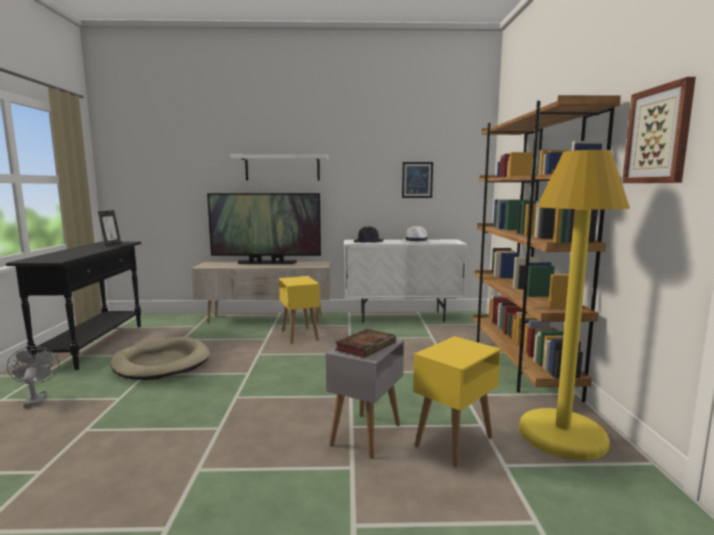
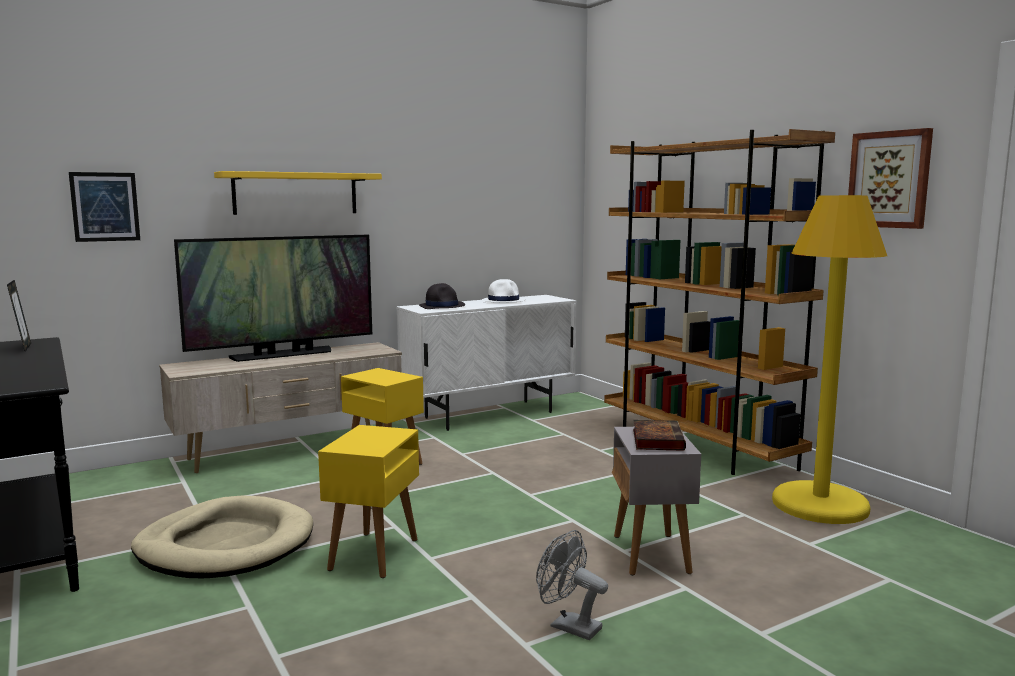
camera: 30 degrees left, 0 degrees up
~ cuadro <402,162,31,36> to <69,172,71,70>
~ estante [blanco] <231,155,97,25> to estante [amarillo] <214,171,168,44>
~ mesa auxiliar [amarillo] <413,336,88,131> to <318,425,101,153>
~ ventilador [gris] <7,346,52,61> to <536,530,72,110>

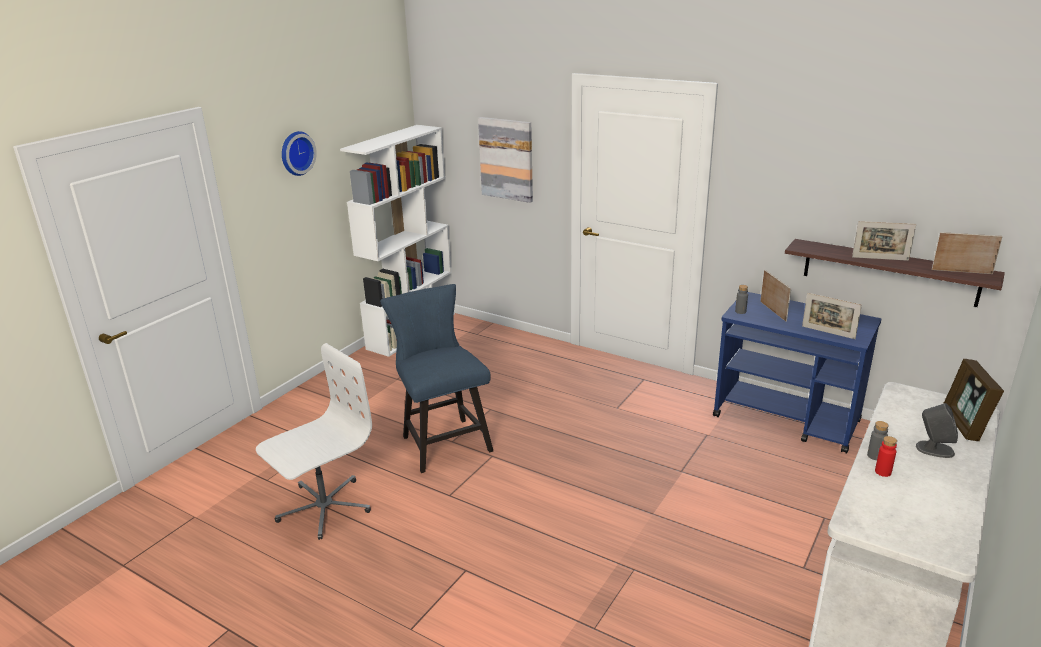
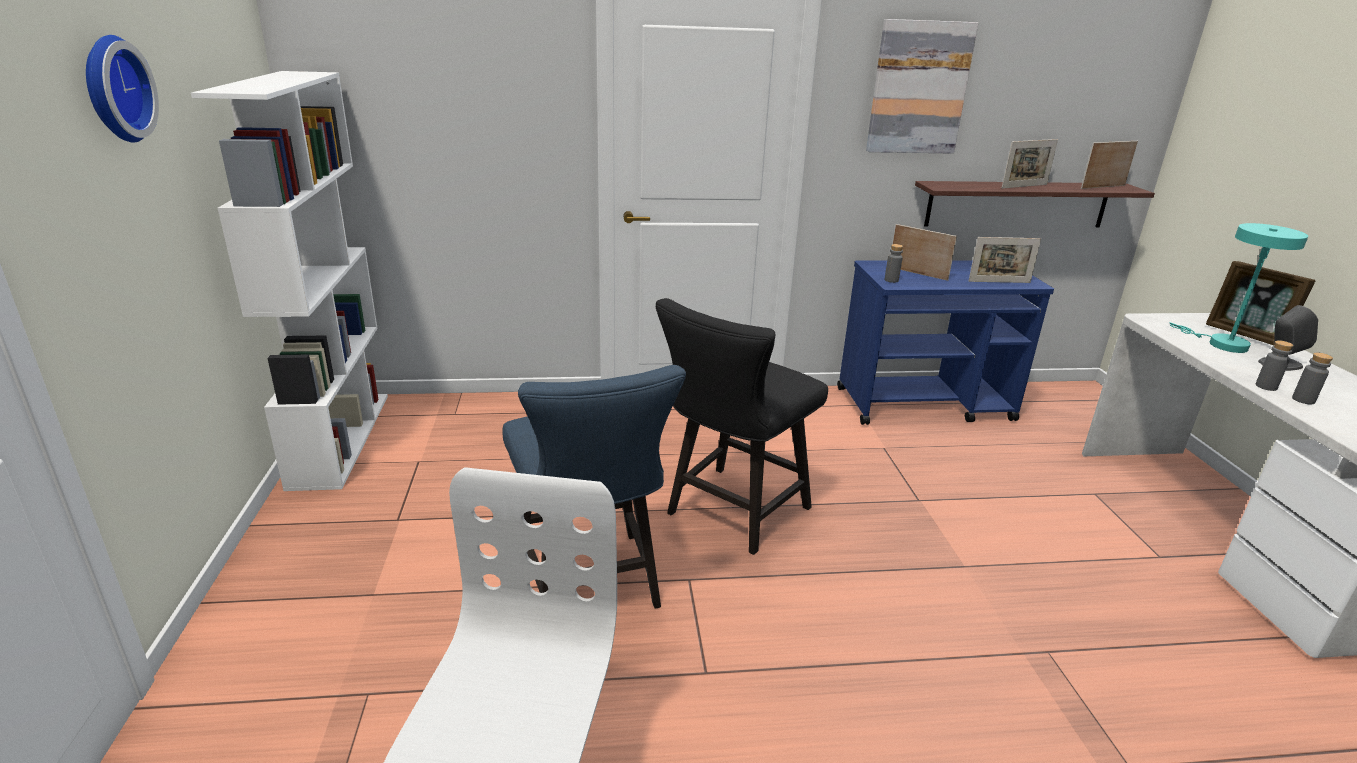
camera: 40 degrees left, 0 degrees up
~ silla [azul] <380,284,113,189> = <502,365,184,244> 135 degrees counterclockwise
+ silla [negro] <656,298,172,257>
~ cuadro <478,117,55,86> to <866,19,112,135>
+ lámpara de mesa [turquesa] <1169,223,139,130>
~ botella [rojo] <875,436,22,41> to botella [gris] <1292,353,41,51>

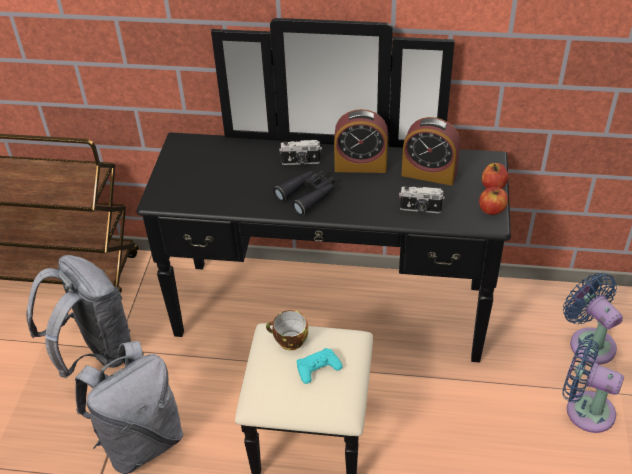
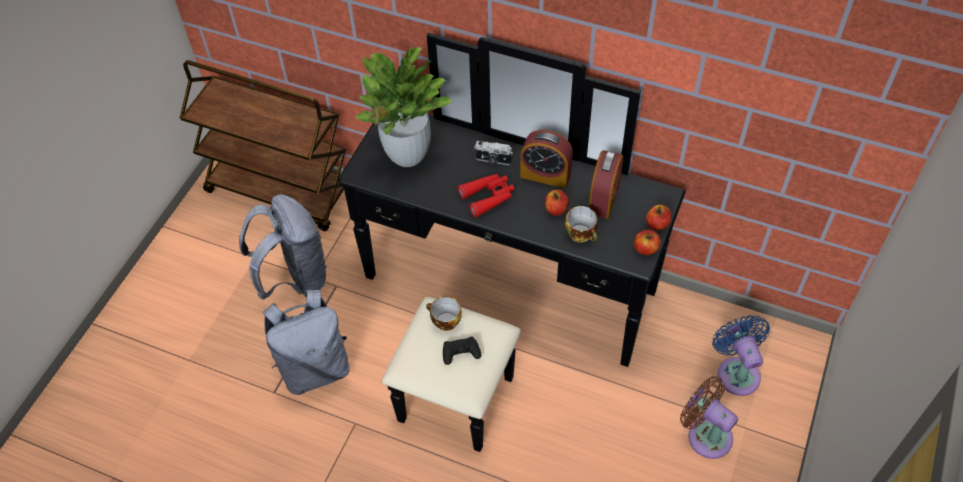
camera: 15 degrees right, 10 degrees up
+ planta en maceta <354,47,98,120>
~ mando de consola [turquesa] <296,348,47,36> to mando de consola [negro] <443,337,38,28>
~ prismáticos [negro] <273,170,62,46> to prismáticos [rojo] <457,173,58,45>
+ manzana <545,189,24,27>
~ cámara <399,186,46,27> to taza <565,206,33,36>
~ despertador <402,117,58,68> = <589,150,34,69> 105 degrees counterclockwise
~ ventilador [azul] <562,339,62,94> to ventilador [marrón] <680,376,58,83>

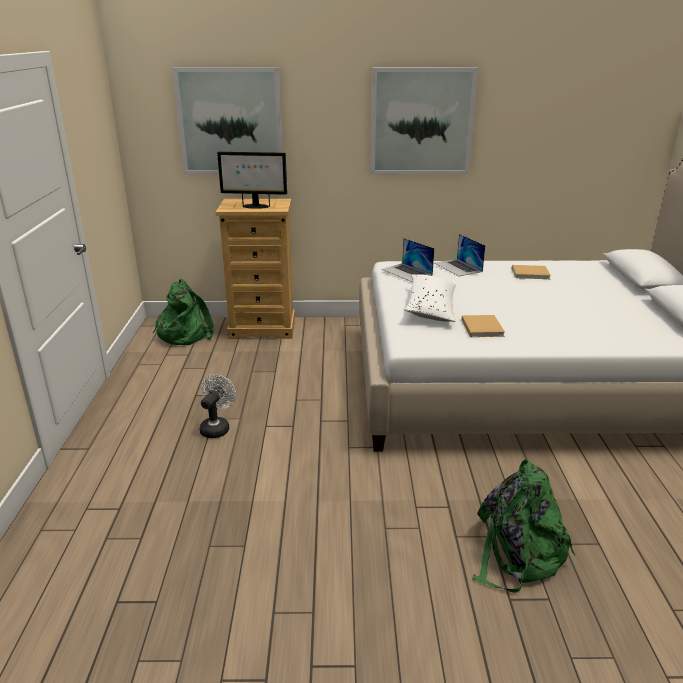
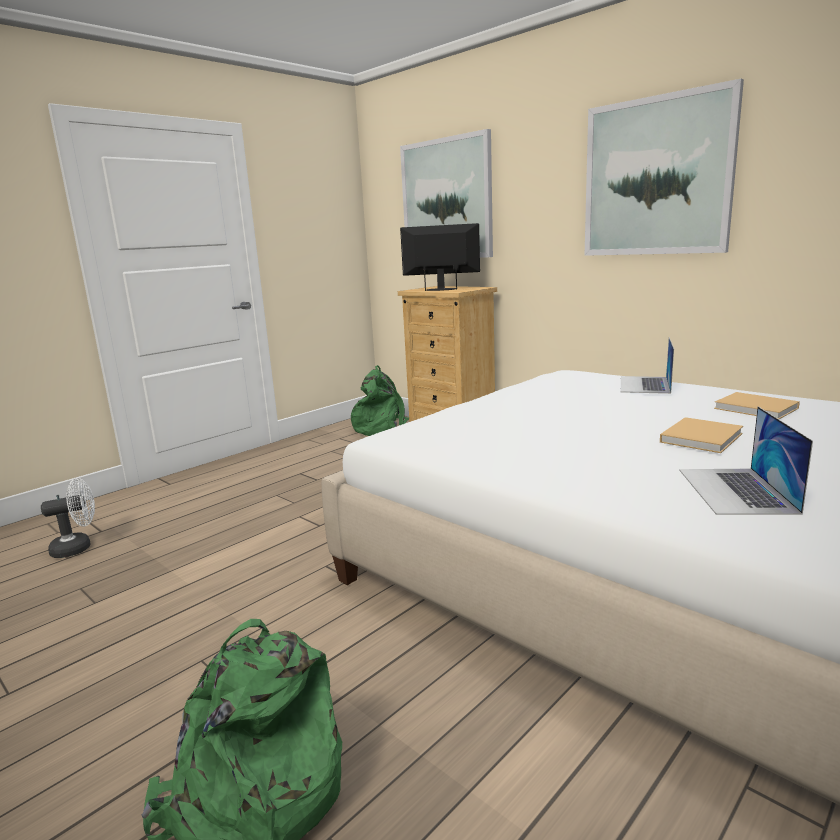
camera: 45 degrees right, 10 degrees down
~ ventilador [blanco] <200,374,36,64> to <41,478,54,80>
~ monitor <217,152,70,57> = <400,223,80,68> 135 degrees clockwise
~ libro [beis] <461,315,44,22> to <660,417,83,36>
~ portátil <381,238,54,44> to <679,407,134,108>
- cojín [blanco] <405,274,51,48>

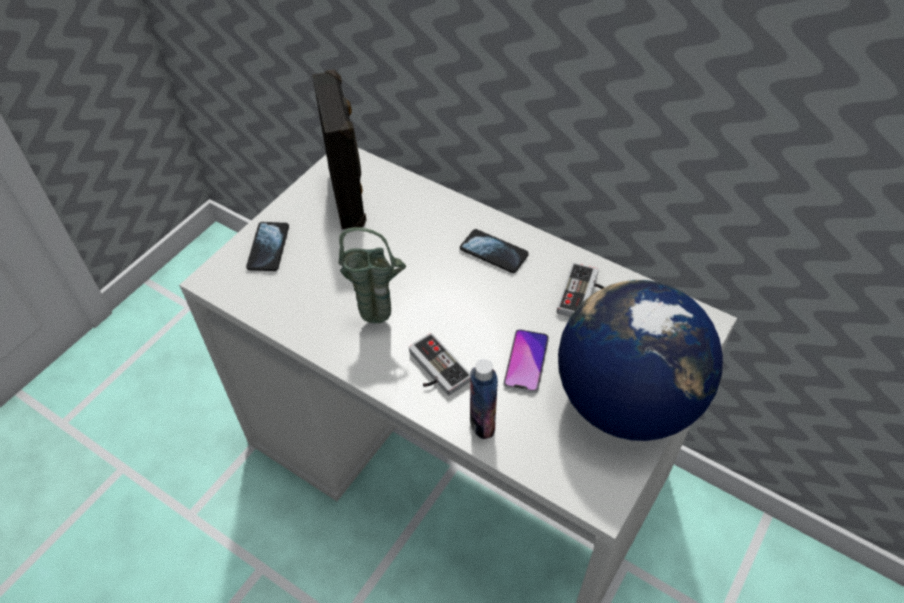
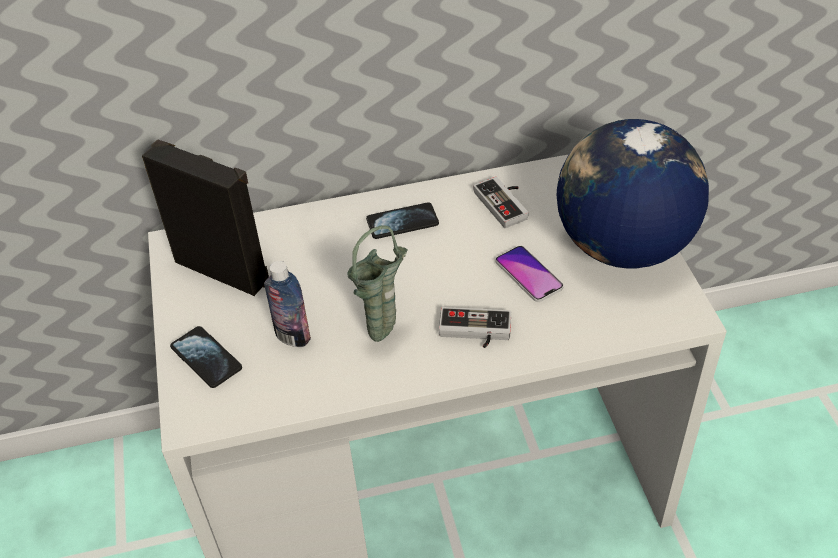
camera: 45 degrees left, 5 degrees down
~ botella <470,359,28,80> to <264,261,47,86>

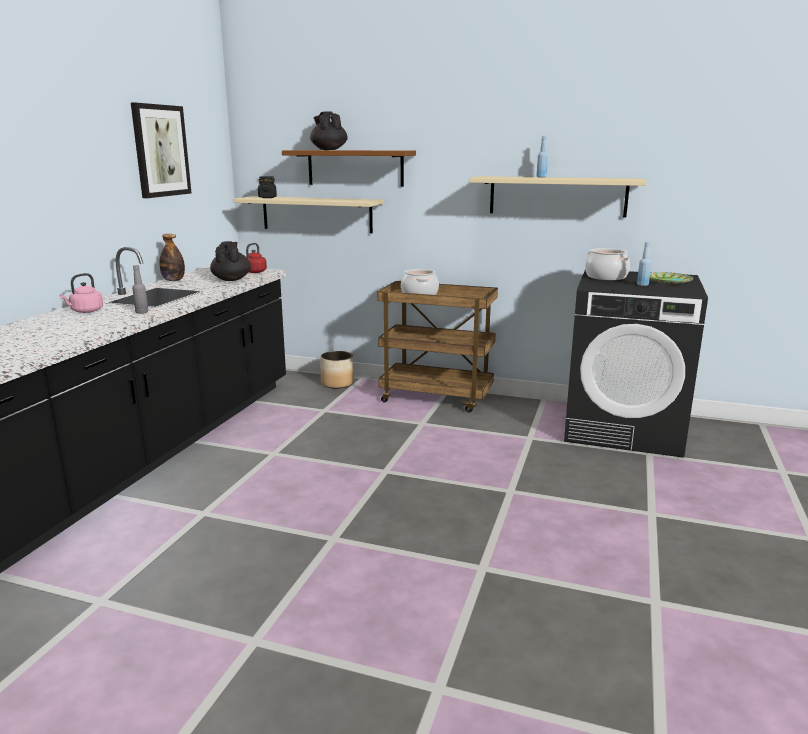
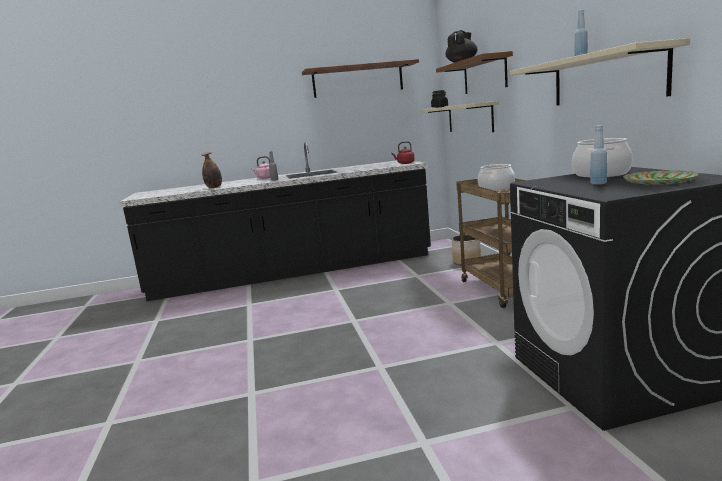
camera: 60 degrees right, 5 degrees down
~ botella <159,234,26,47> to <201,152,21,36>
~ cuadro <131,103,60,95> to estante [marrón] <302,59,117,39>
- tetera [negro] <210,241,41,40>

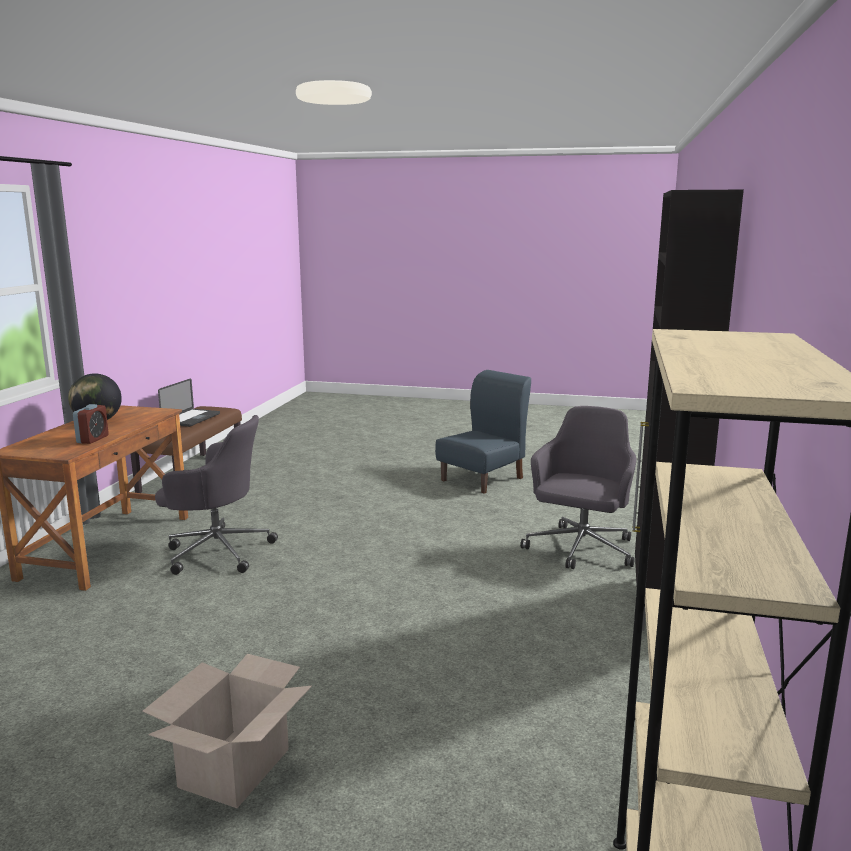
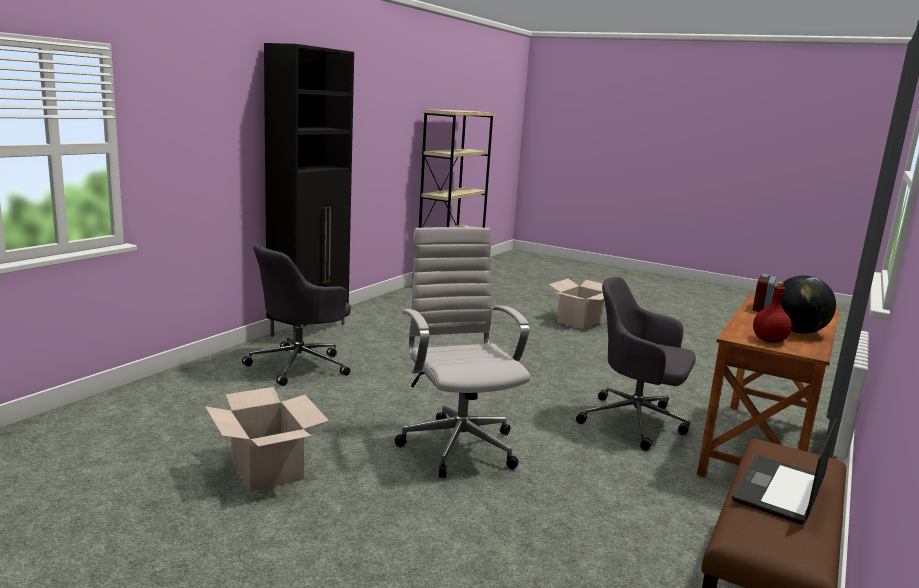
camera: 165 degrees left, 0 degrees up
~ silla [azul] <435,370,96,124> to caja de cartón <205,387,124,105>
+ silla de oficina [blanco] <394,227,136,251>
+ botella [rojo] <753,282,39,61>

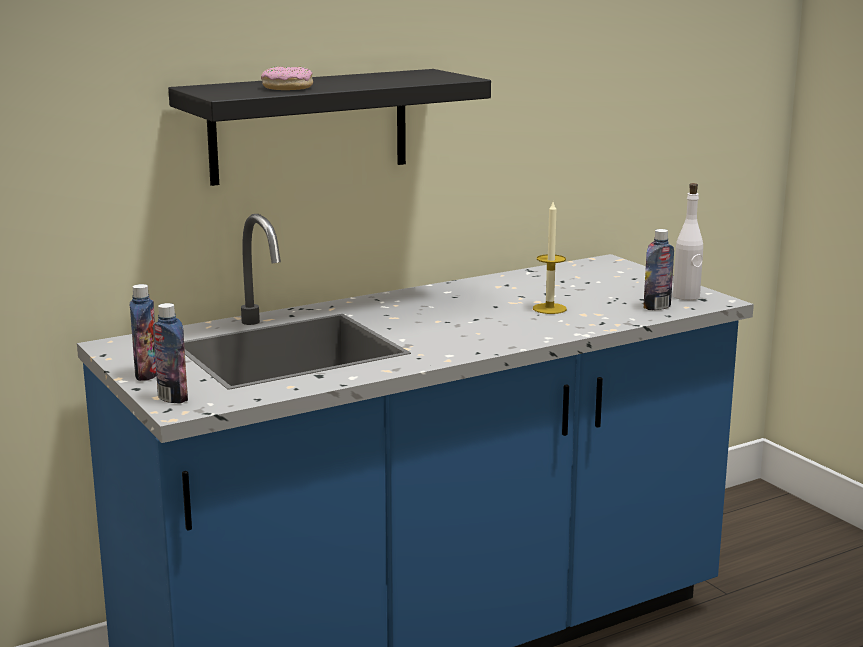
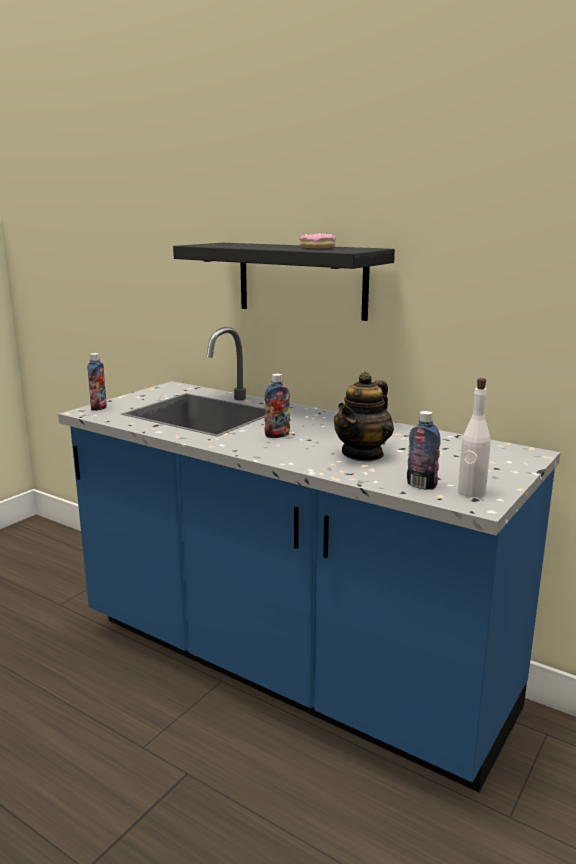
camera: 65 degrees right, 0 degrees up
~ botella <130,284,26,97> to <264,374,26,64>
~ rosquilla <261,67,52,23> to <299,233,37,15>
~ vela <533,202,34,112> to tetera <334,372,60,90>

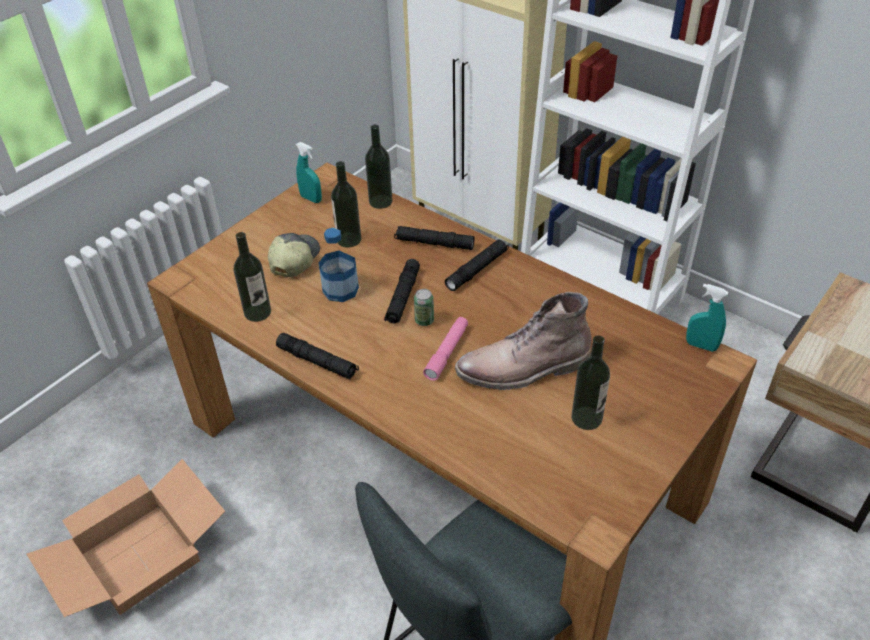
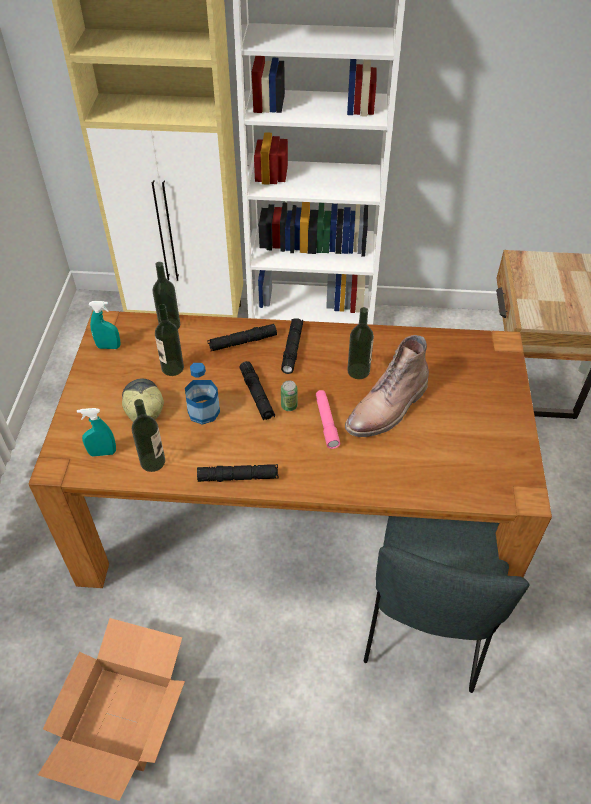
camera: 35 degrees left, 5 degrees up
~ pulverizador [turquesa] <686,284,42,68> to <77,408,39,49>
~ botella <572,335,38,95> to <347,307,27,72>

